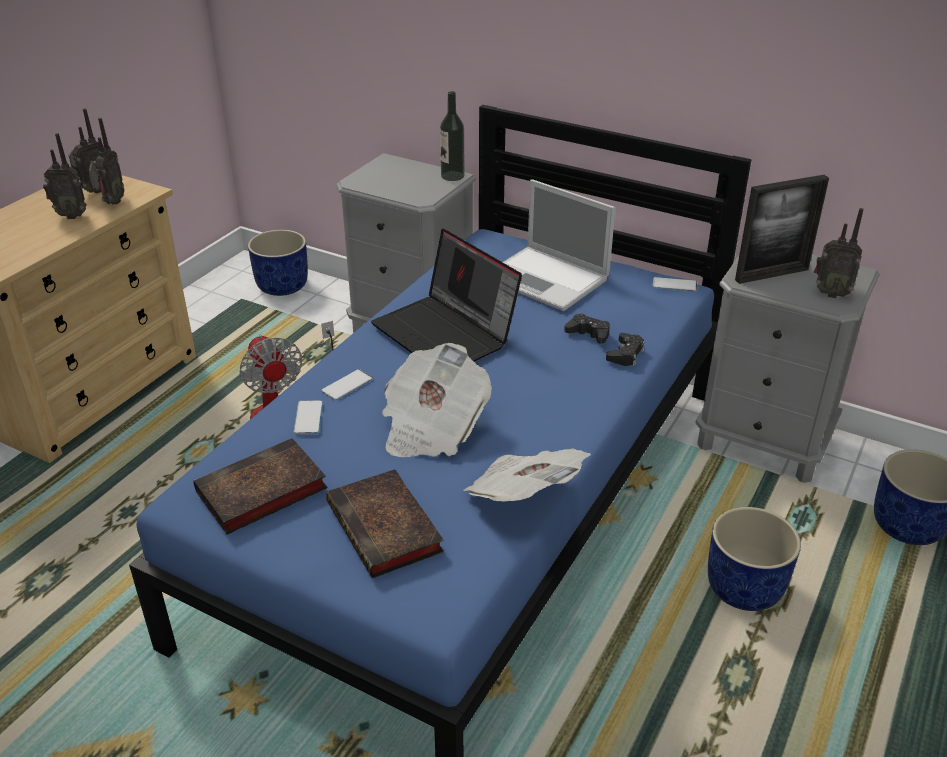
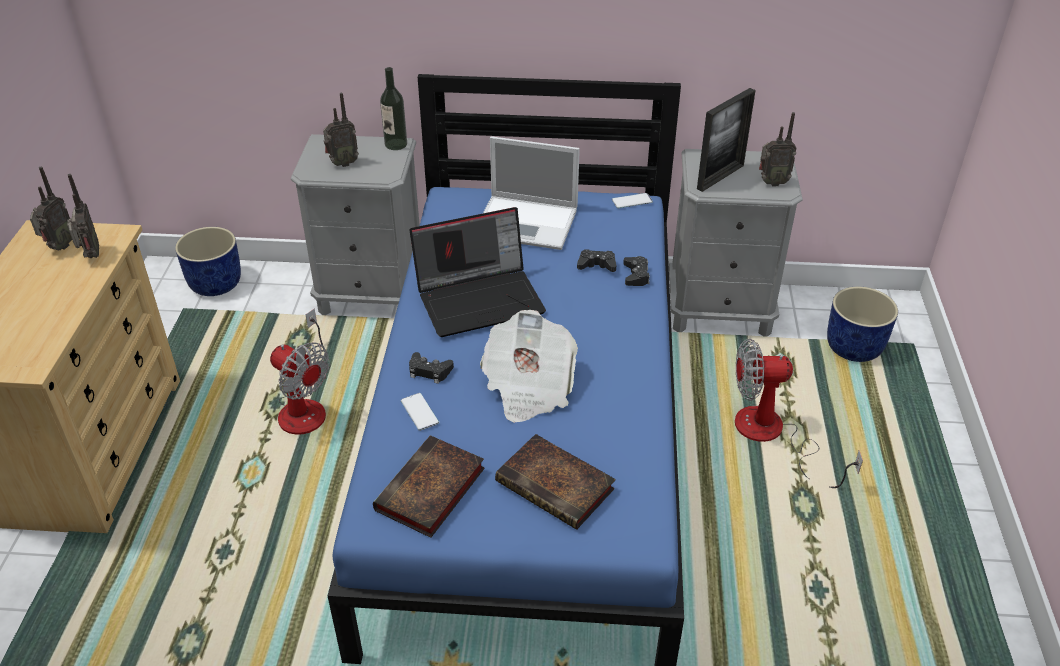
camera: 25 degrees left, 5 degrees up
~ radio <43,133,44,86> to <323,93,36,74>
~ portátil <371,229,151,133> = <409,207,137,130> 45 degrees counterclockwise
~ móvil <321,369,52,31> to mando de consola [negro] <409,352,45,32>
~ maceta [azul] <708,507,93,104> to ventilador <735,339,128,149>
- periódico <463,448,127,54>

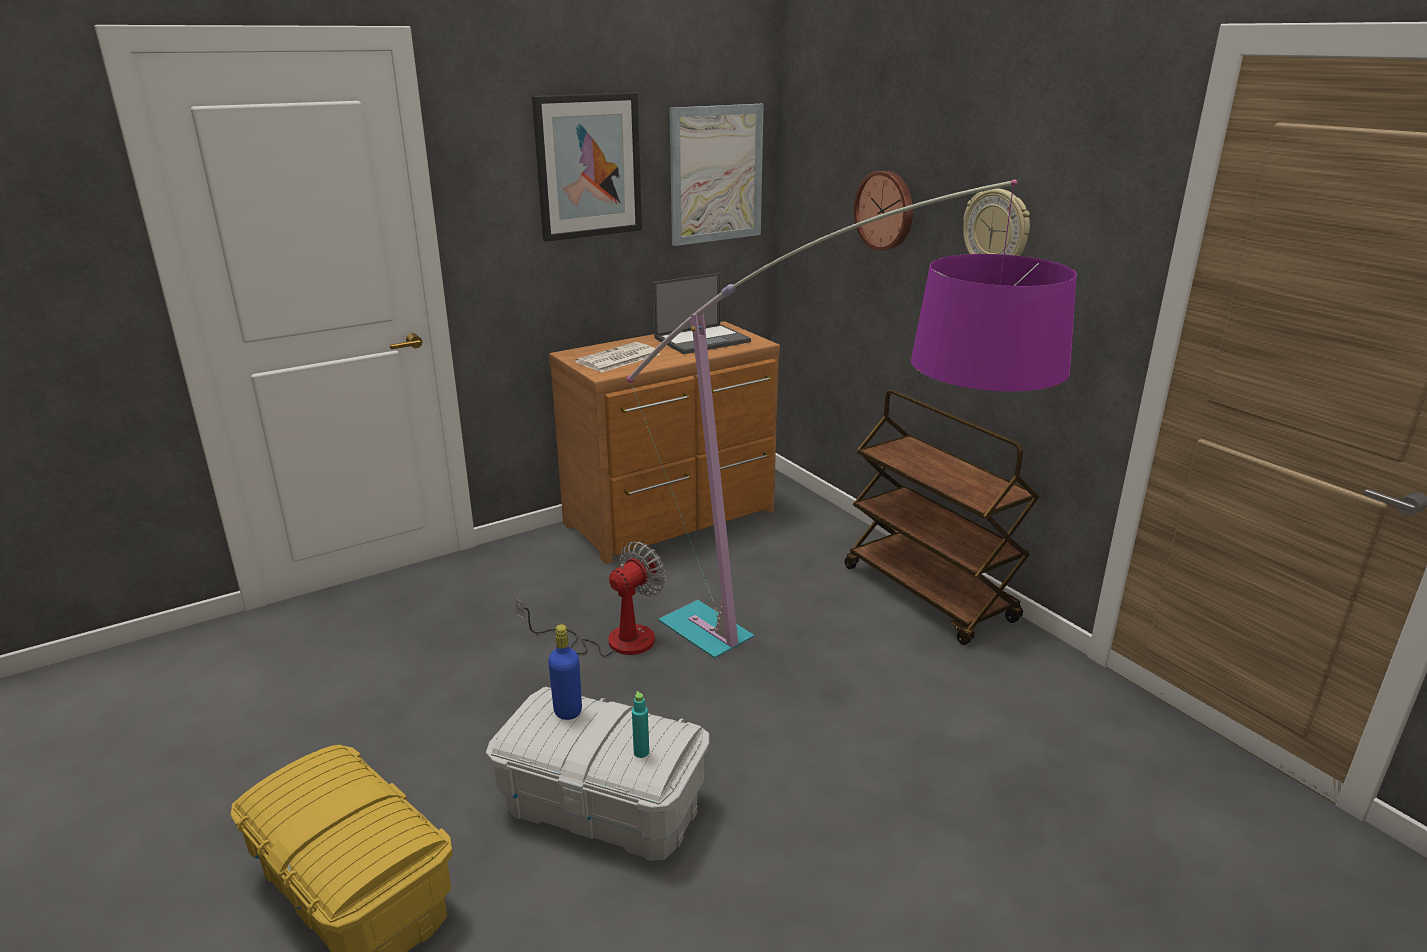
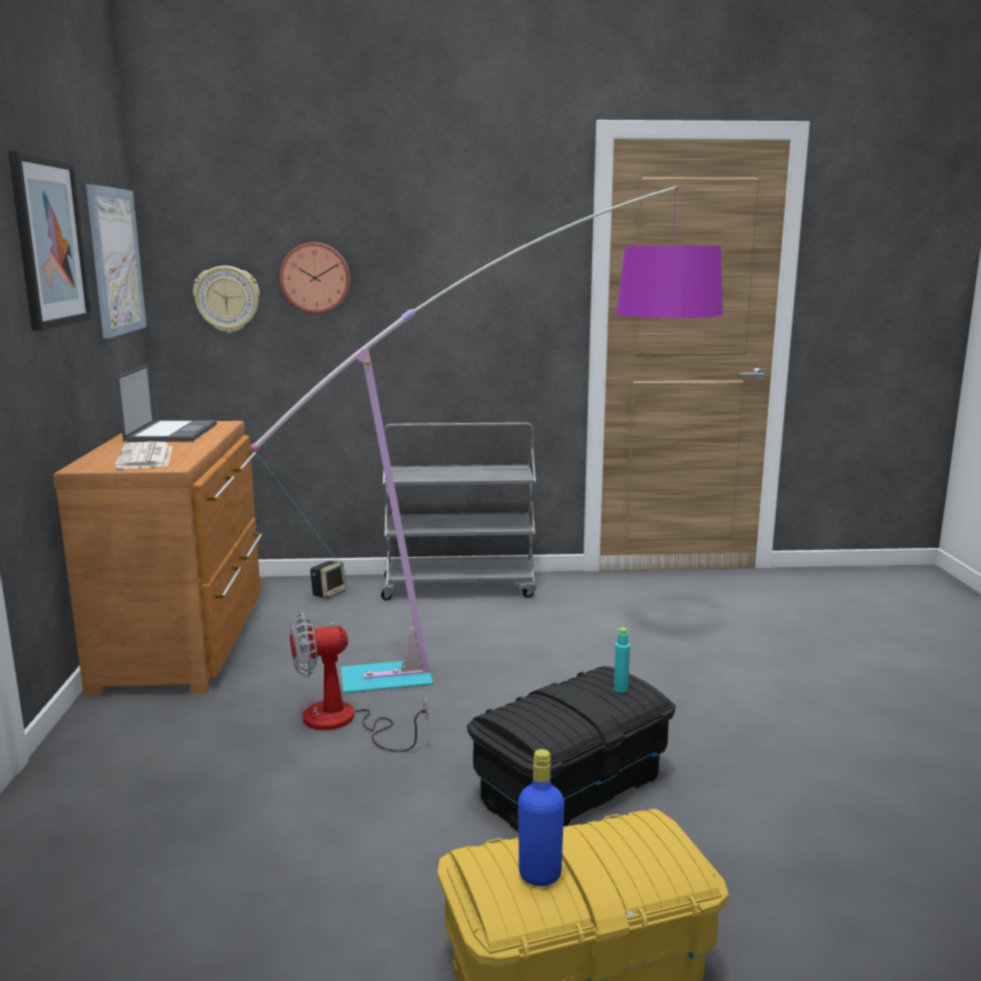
camera: 60 degrees left, 10 degrees down
~ reloj de pared <963,189,67,67> to <193,266,67,67>
~ ventilador <516,542,150,115> = <290,612,138,140> 90 degrees counterclockwise
+ altavoz <310,561,36,37>
~ carrito [marrón] <845,390,195,255> to carrito [gris] <381,422,155,178>
~ caja de almacenaje [blanco] <486,687,223,174> to caja de almacenaje [negro] <467,666,209,166>
~ botella [azul] <548,624,34,96> to <518,749,46,137>

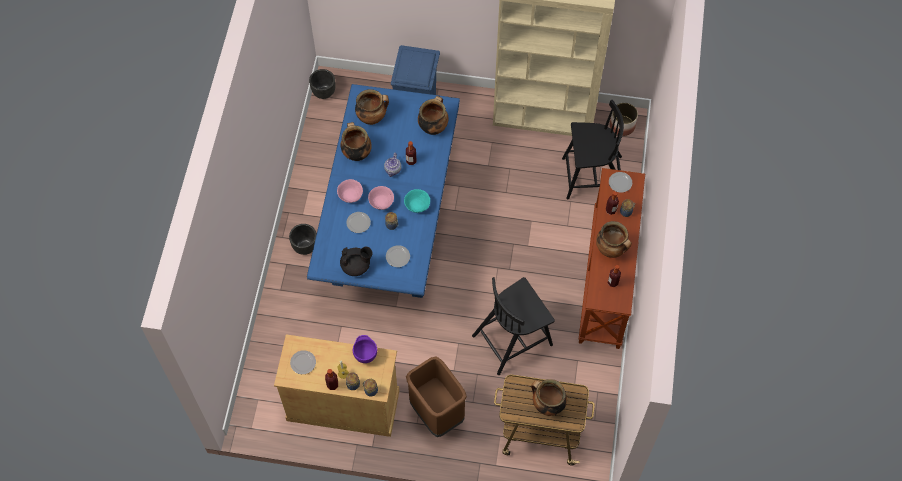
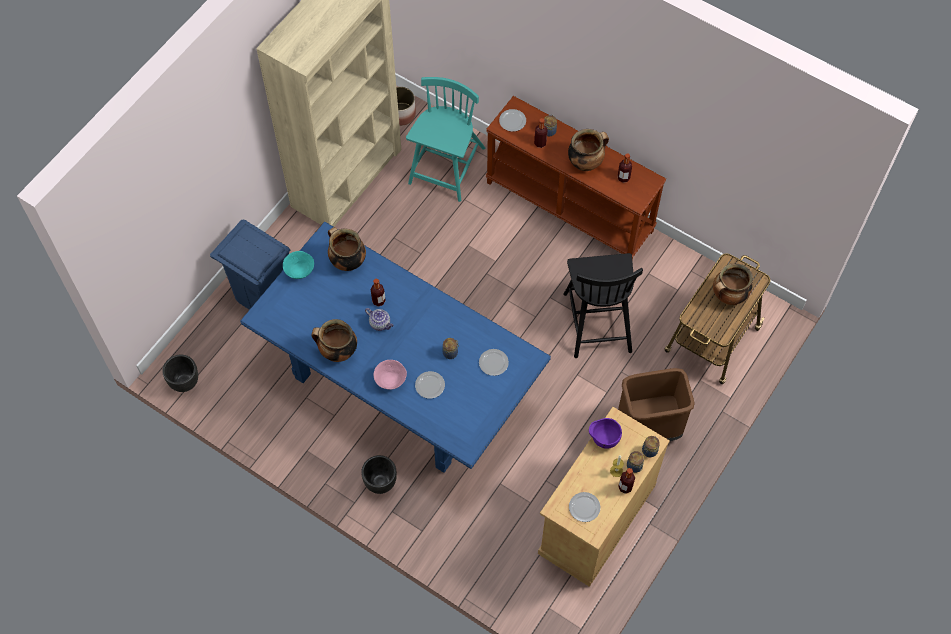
camera: 65 degrees left, 0 degrees up
~ cuenco [turquesa] <404,189,26,24> to <283,251,31,28>
~ silla [negro] <562,100,62,100> to silla [turquesa] <406,77,79,125>
- tetera [negro] <340,247,32,29>
- olla <355,89,34,36>
- cuenco [rosa] <368,186,26,24>

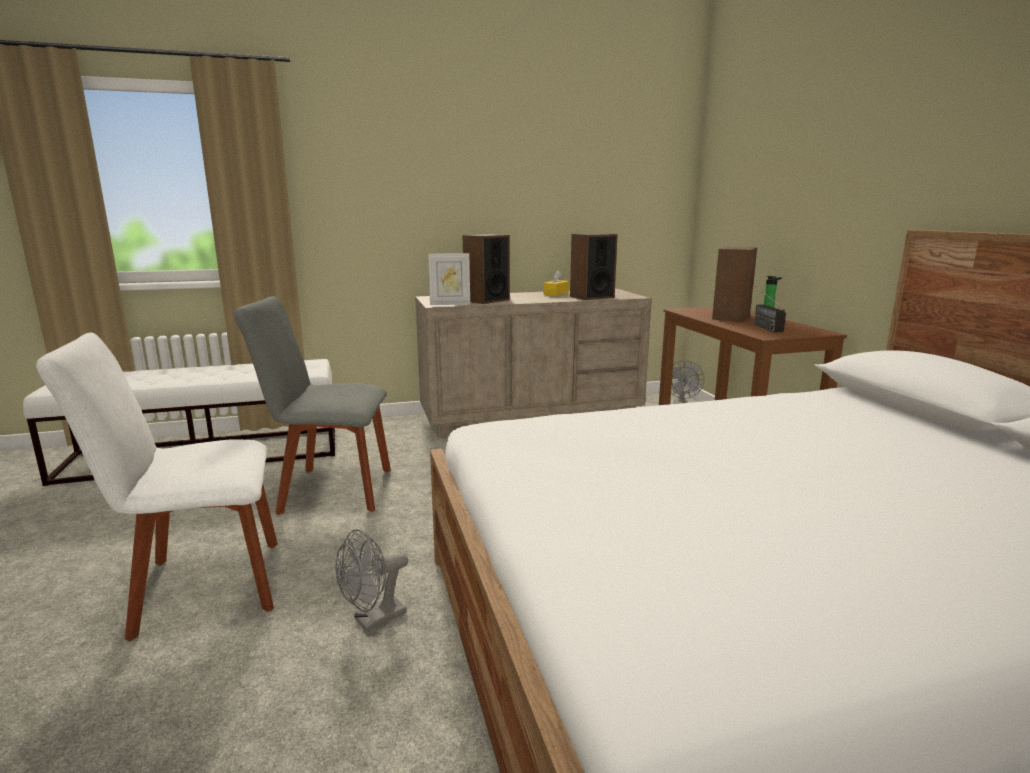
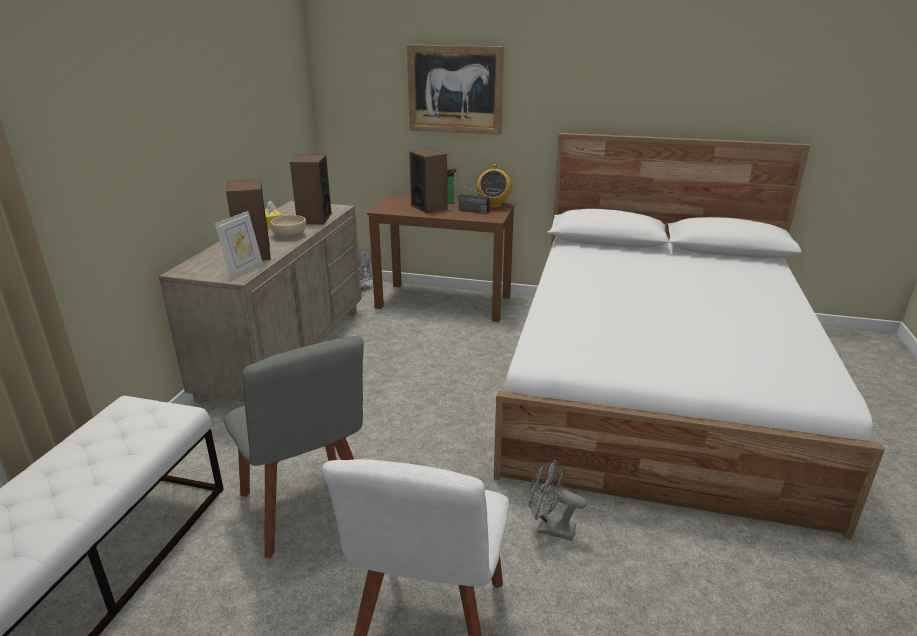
camera: 60 degrees left, 10 degrees up
~ silla [gris] <234,296,157,219> = <224,336,140,222> 60 degrees counterclockwise
+ cuenco [beis] <270,215,36,23>
+ cuadro <407,45,97,90>
+ radio <476,164,36,44>
~ ventilador [gris] <336,529,72,103> = <528,459,58,82> 120 degrees clockwise

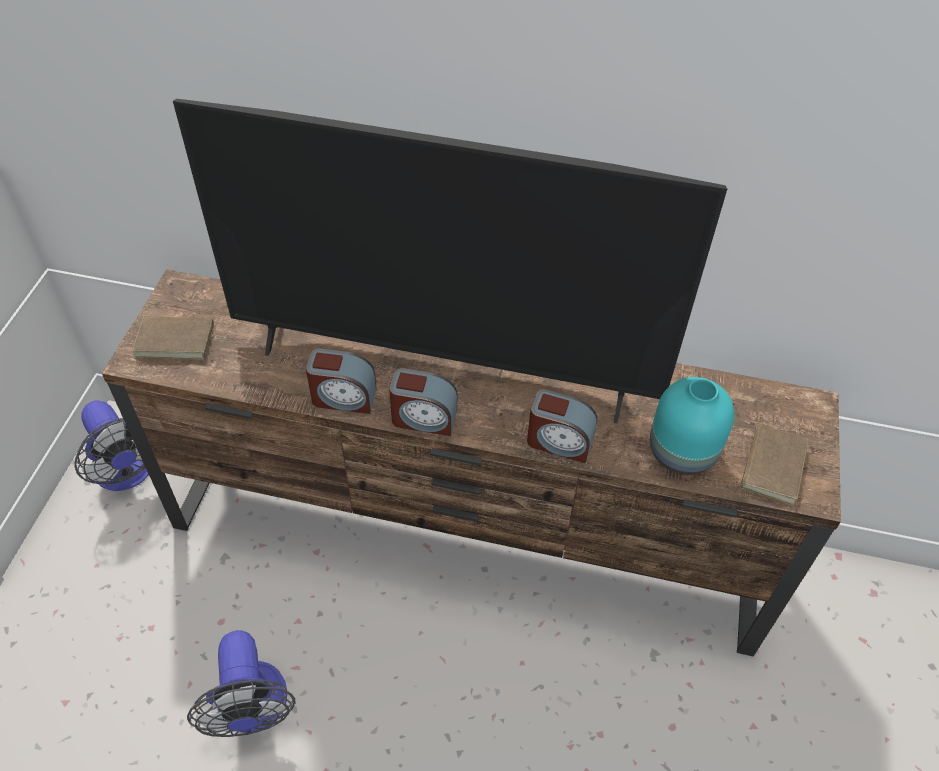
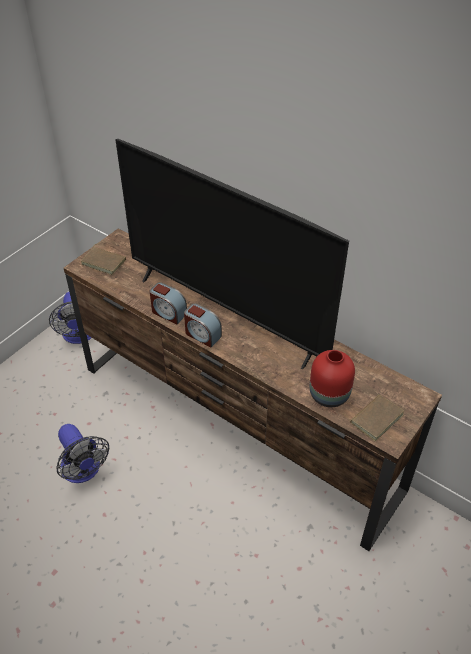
camera: 25 degrees right, 5 degrees down
~ ventilador <187,630,108,107> = <56,424,53,59> 45 degrees counterclockwise
~ florero [turquesa] <650,377,84,98> to florero [rojo] <309,350,46,57>
- despertador <527,389,70,74>

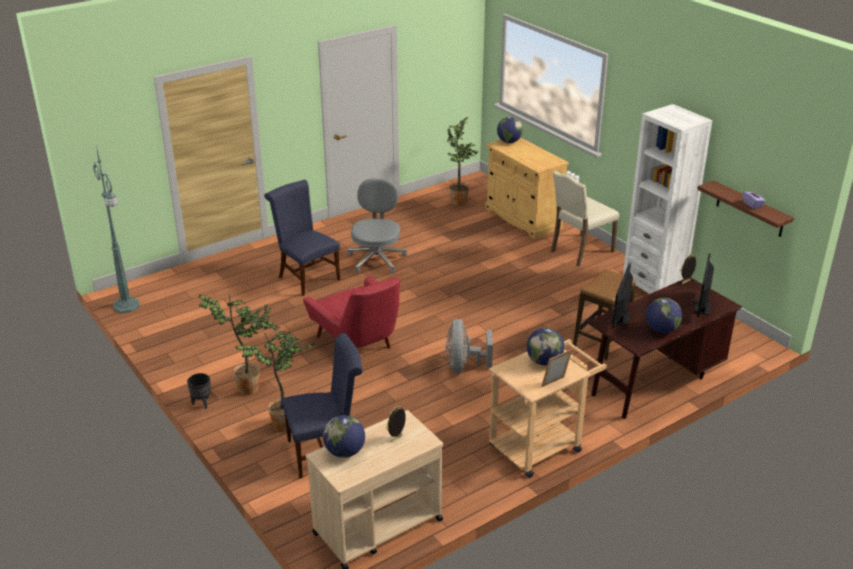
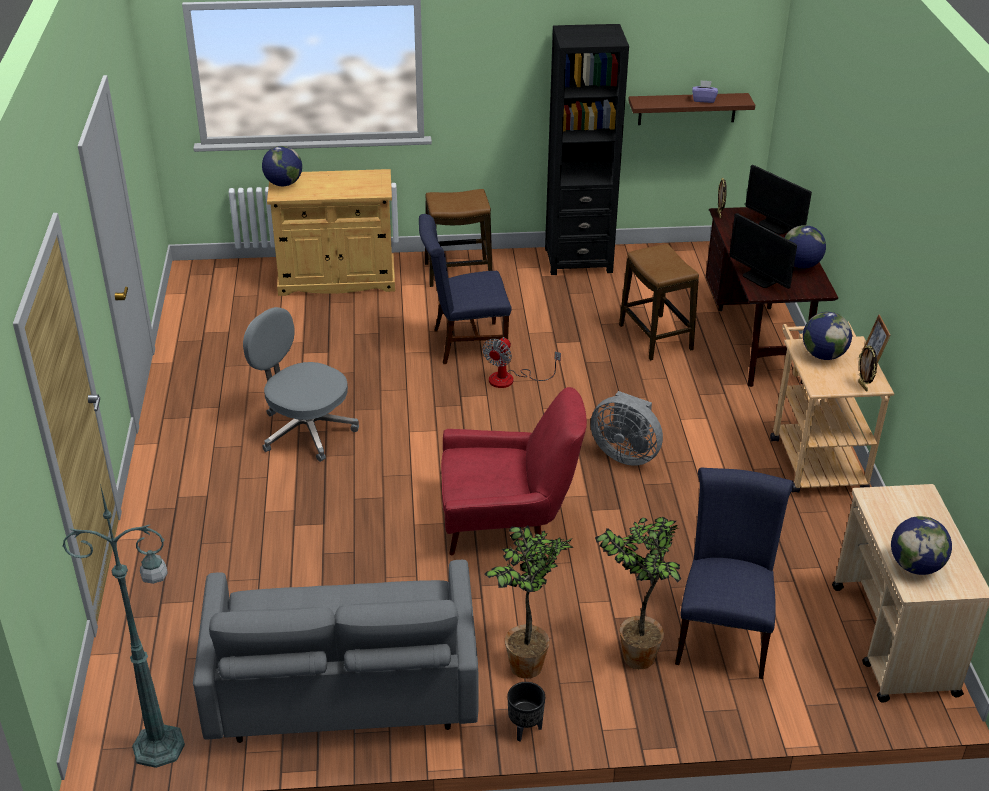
camera: 60 degrees left, 5 degrees up
+ sofá [gris] <193,560,285,183>
~ silla [azul] <264,180,76,116> to <419,214,93,150>
~ silla [beis] <551,171,68,95> to taburete <425,189,67,98>
+ ventilador <483,337,78,51>
~ estantería [blanco] <623,104,89,190> to estantería [negro] <545,24,84,251>
~ portarretratos <386,406,20,36> to <858,345,19,47>
- planta en maceta <447,117,31,88>

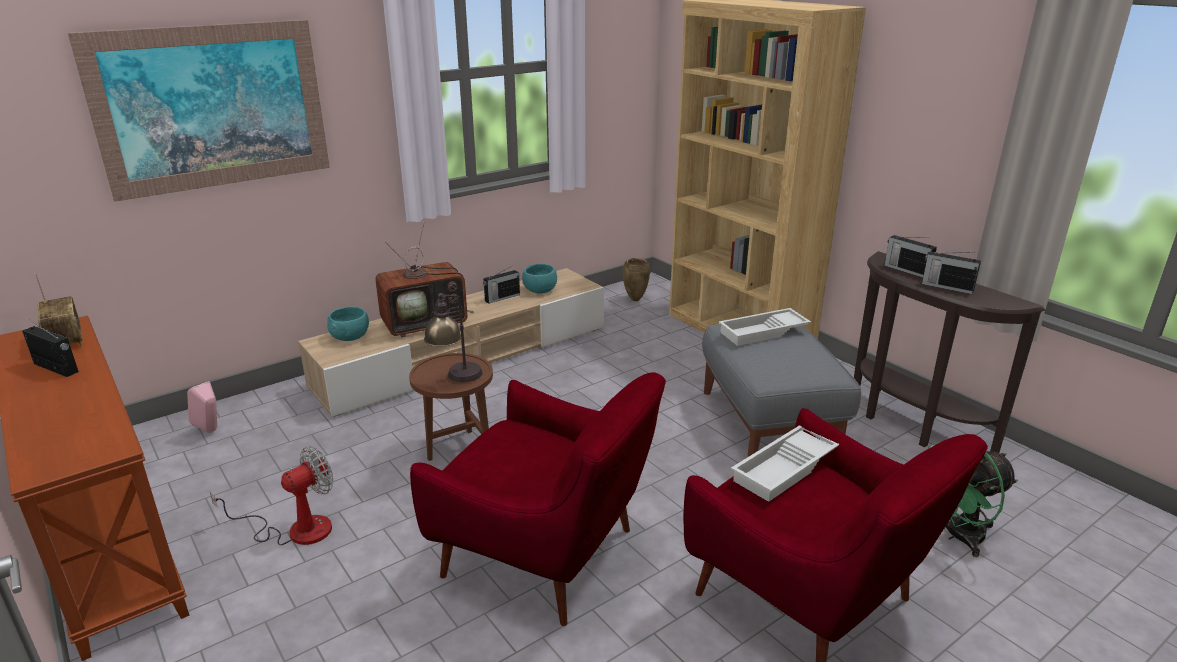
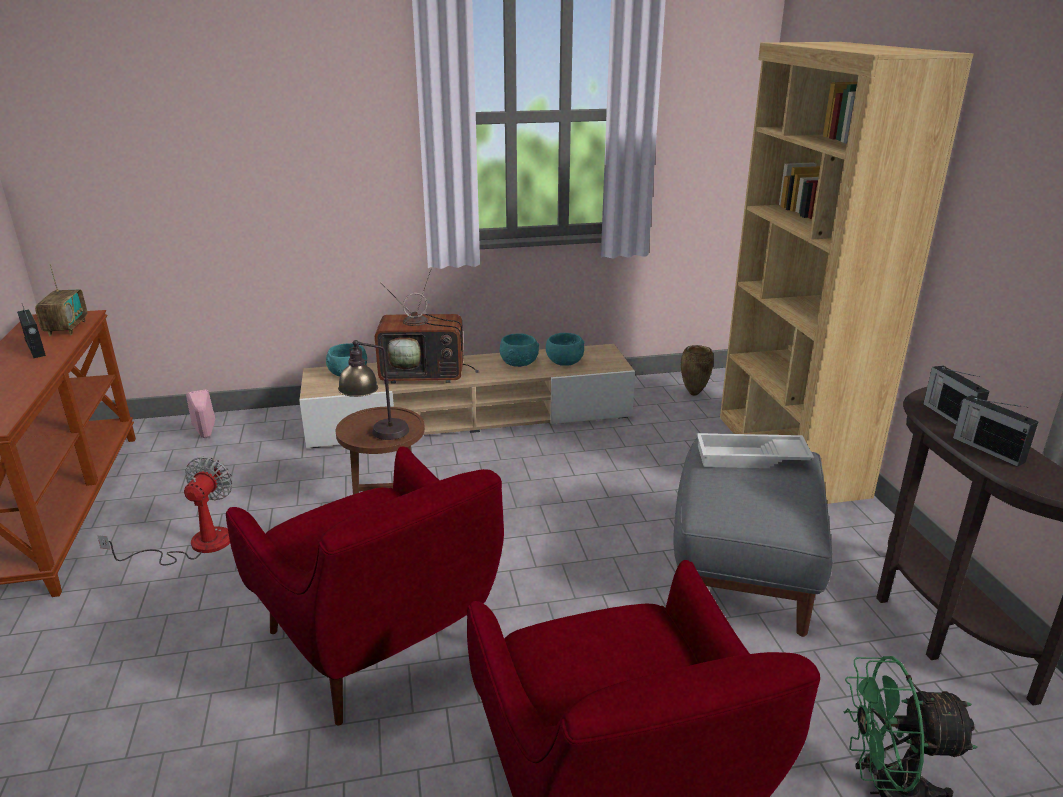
camera: 25 degrees right, 0 degrees up
~ ventilador <210,446,123,99> = <97,457,136,108> 60 degrees counterclockwise
~ radio <483,266,37,38> to cuenco [turquesa] <499,333,40,34>
- cuadro <68,20,262,182>
- bandeja [blanco] <731,425,108,77>

